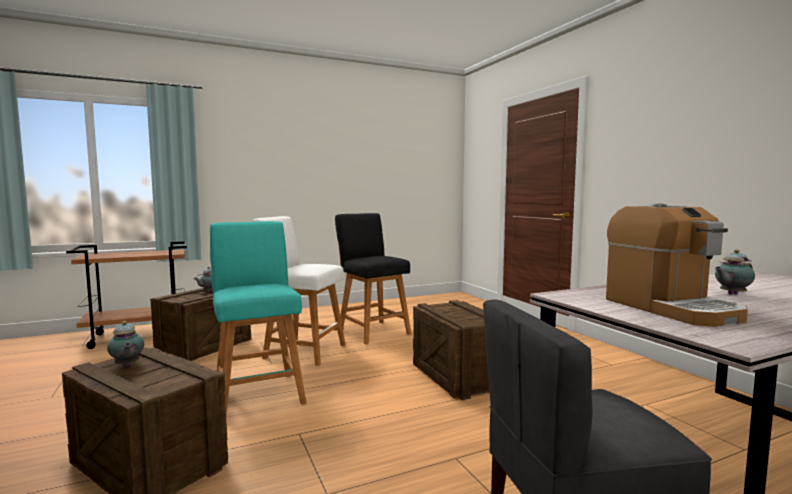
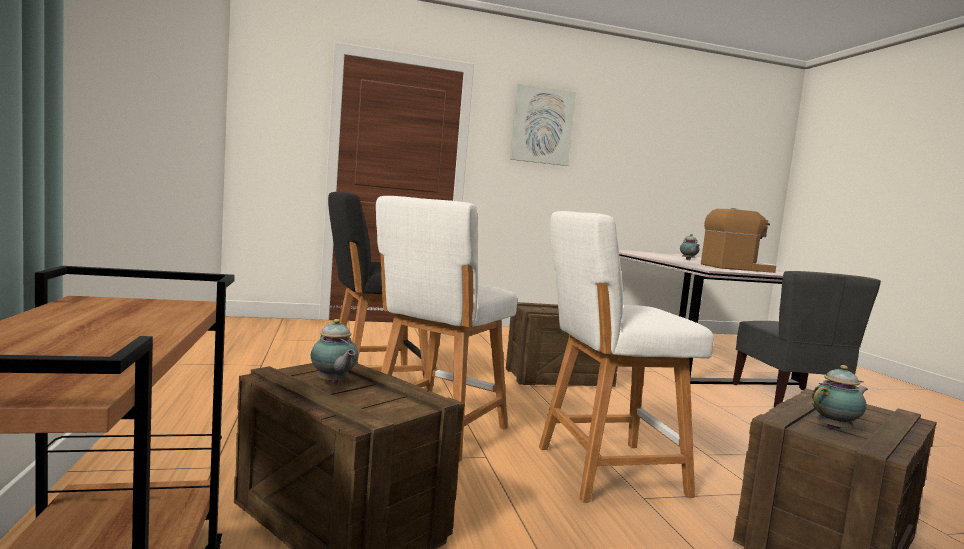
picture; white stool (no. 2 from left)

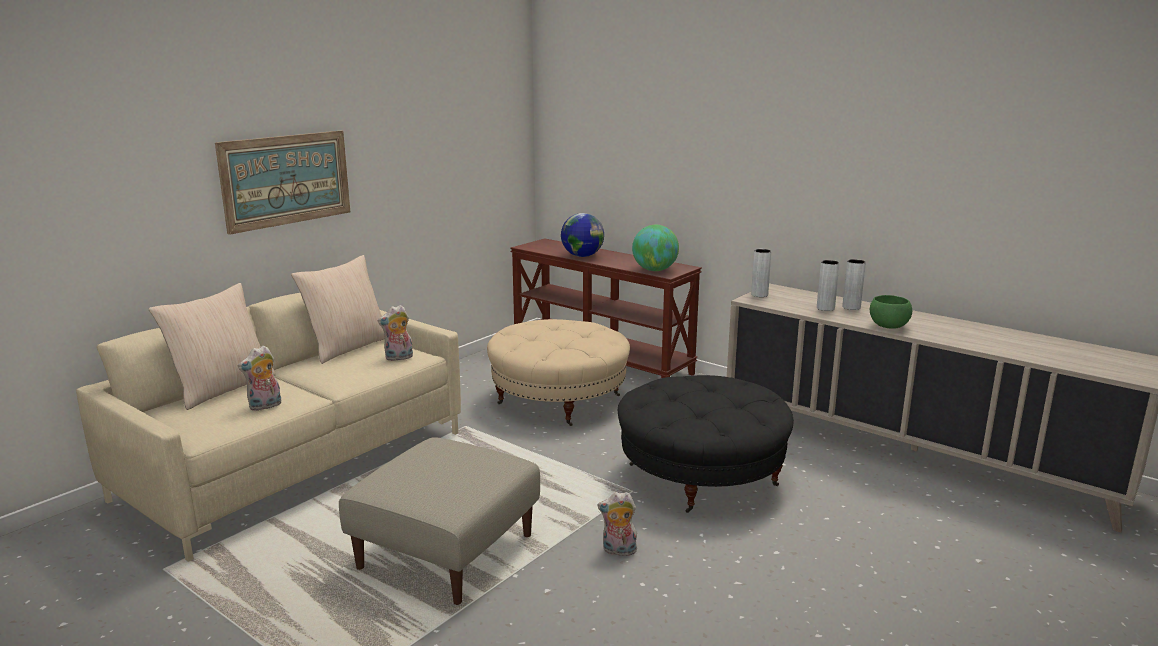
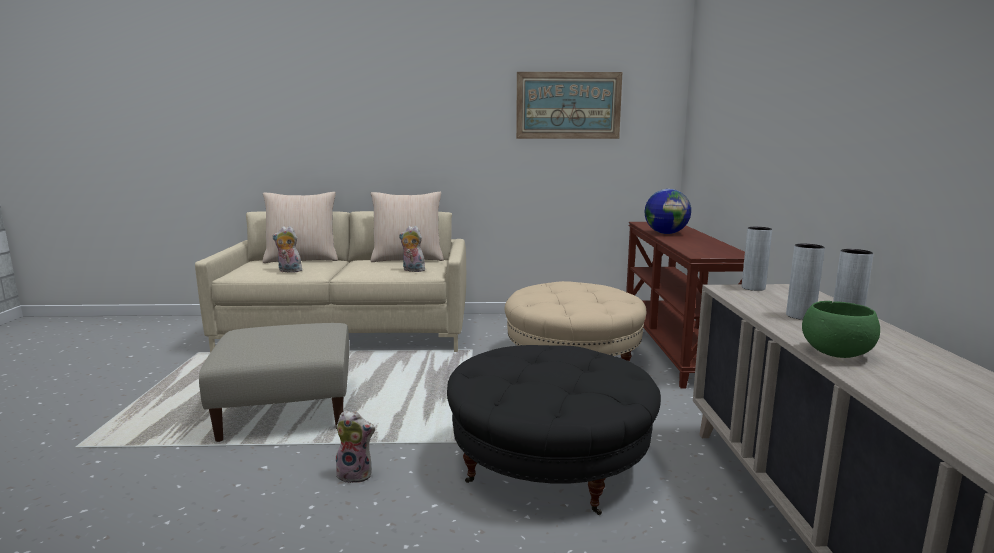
plush toy (no. 2 from left); picture; globe (no. 2 from left in the first image)

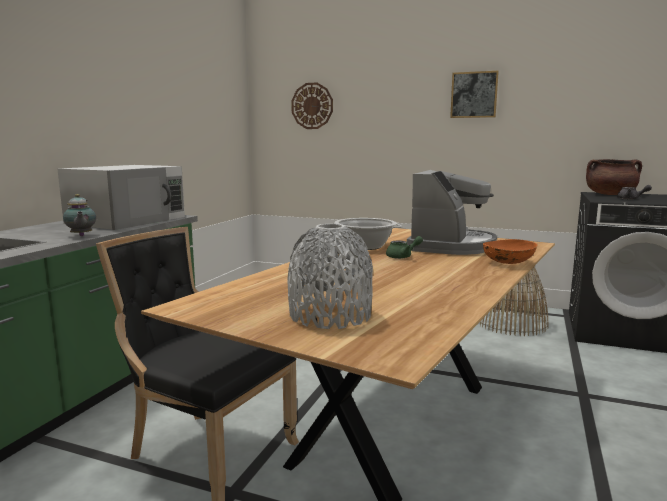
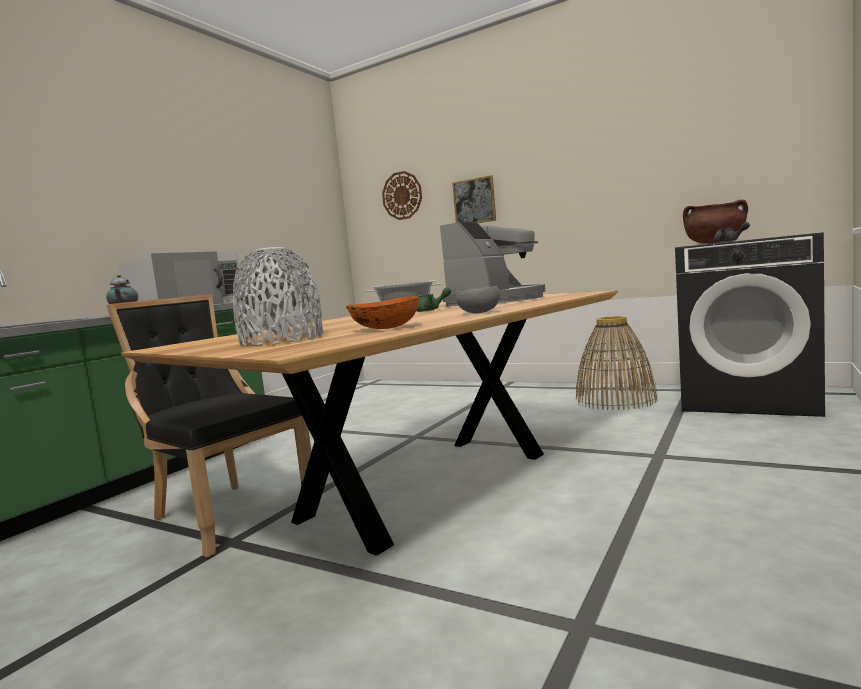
orange bowl; picture; grey bowl

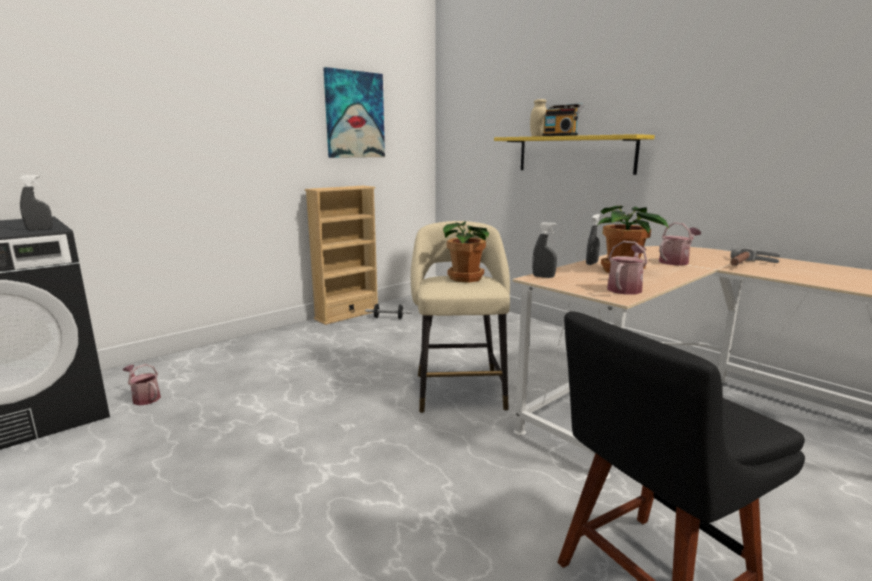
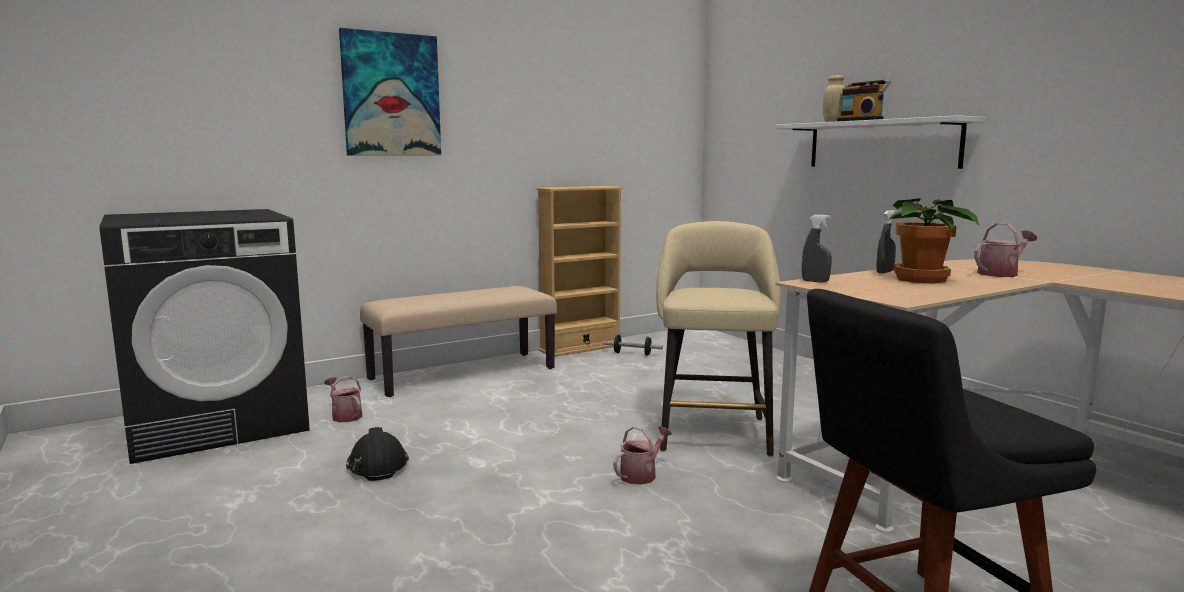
picture; black hard hat; beige bench; watering can (no. 2 from left); white shelf; grey spray bottle (no. 1 from left in the first image); potted plant (no. 1 from left in the first image); hammer

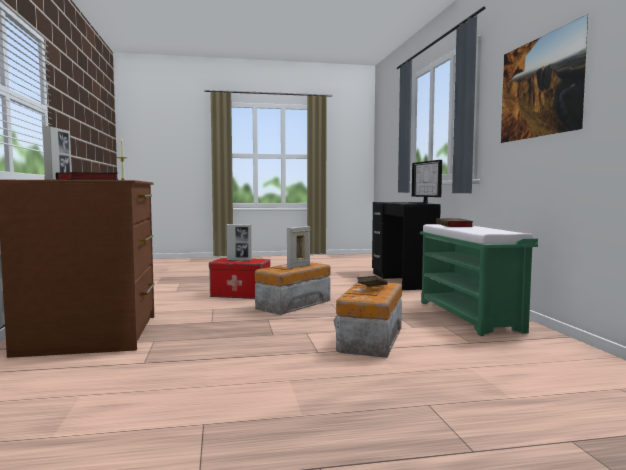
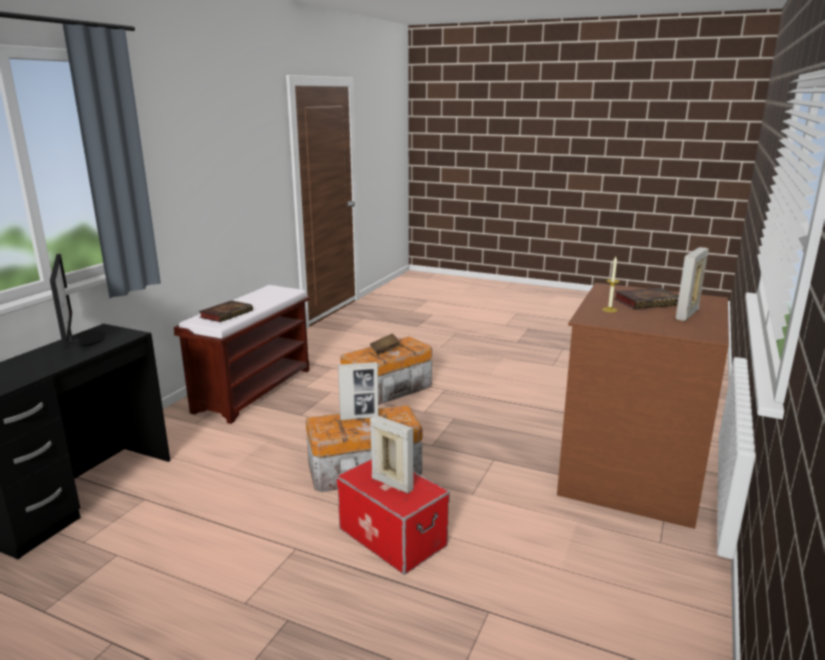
monitor; brown bench; picture

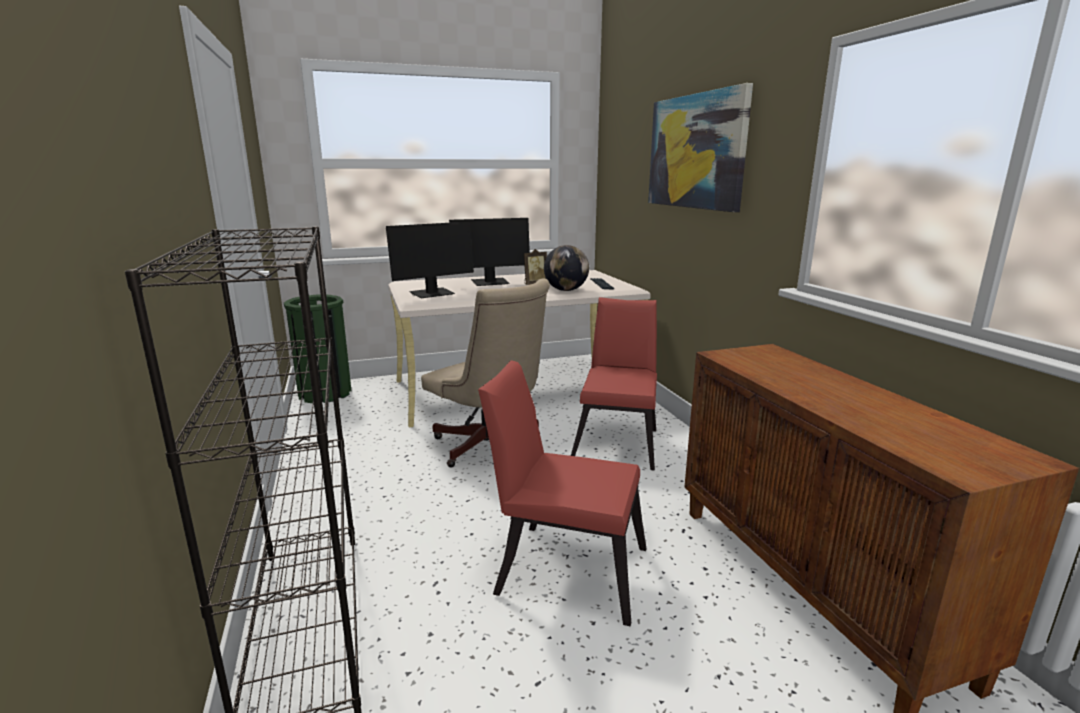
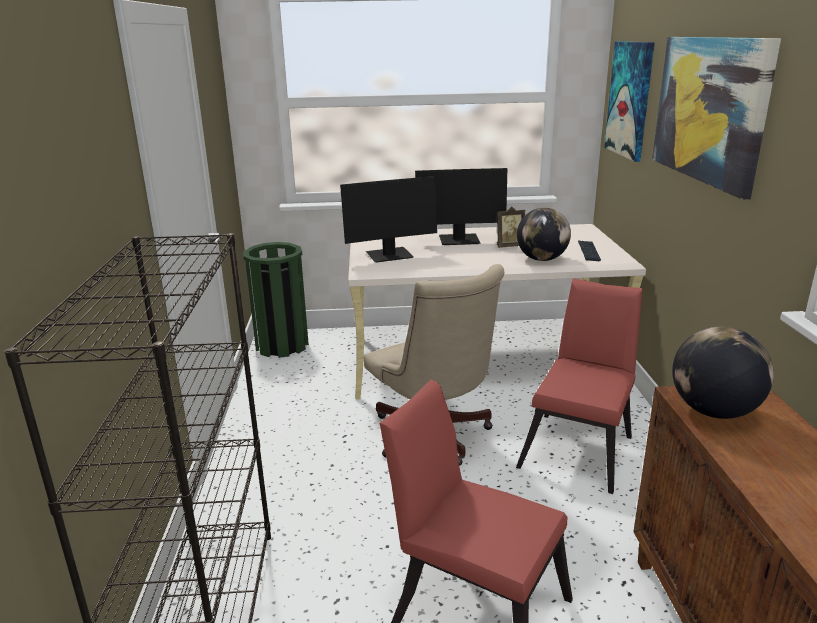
picture (no. 1 from left); globe (no. 2 from left)

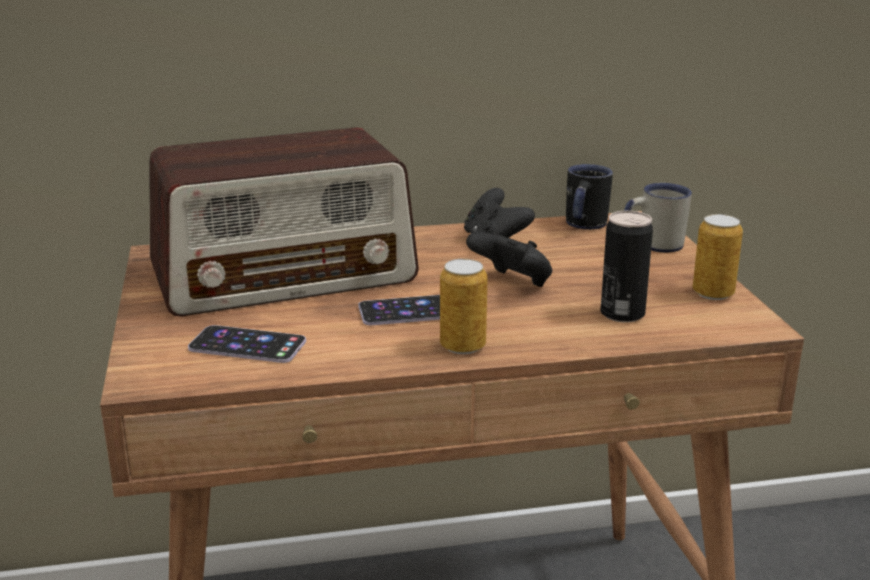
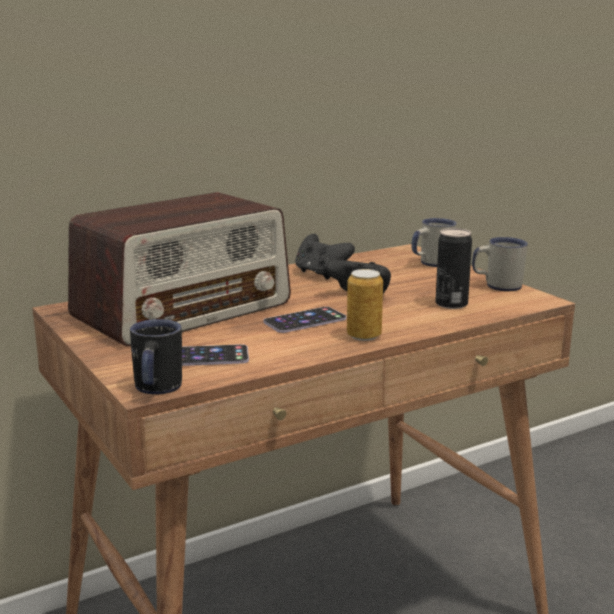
black mug; white mug (no. 2 from left)

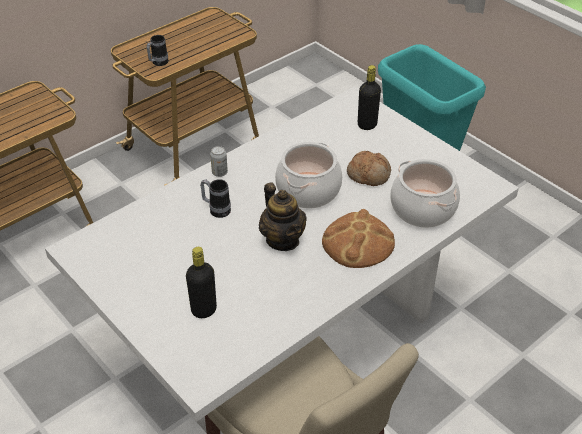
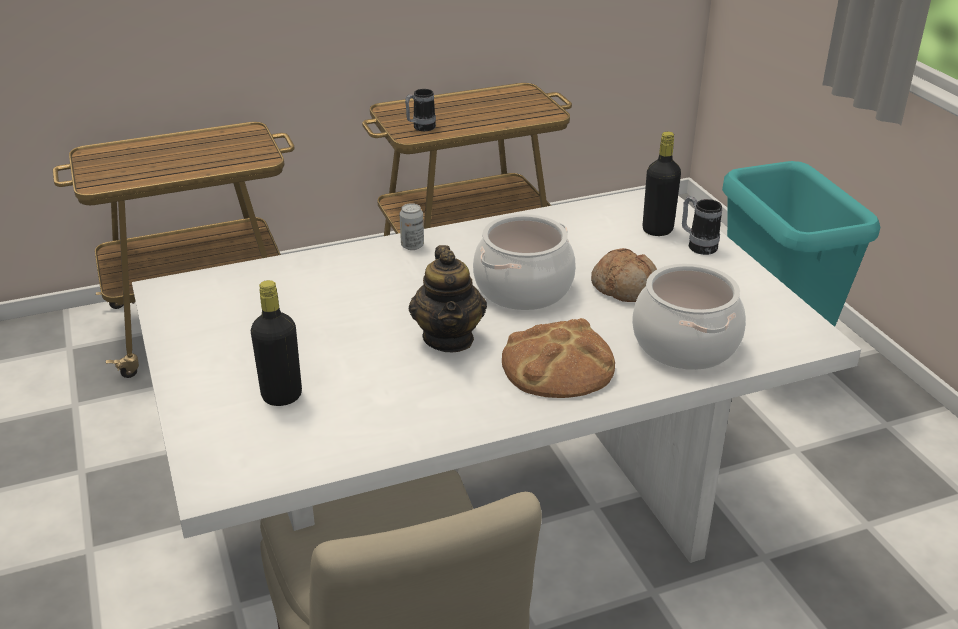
mug (no. 2 from left)

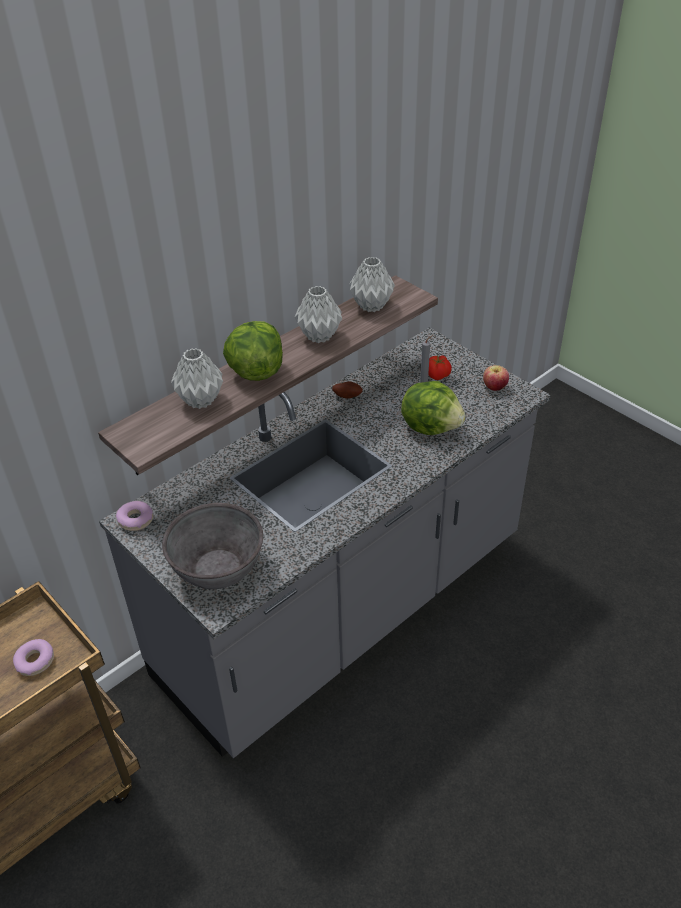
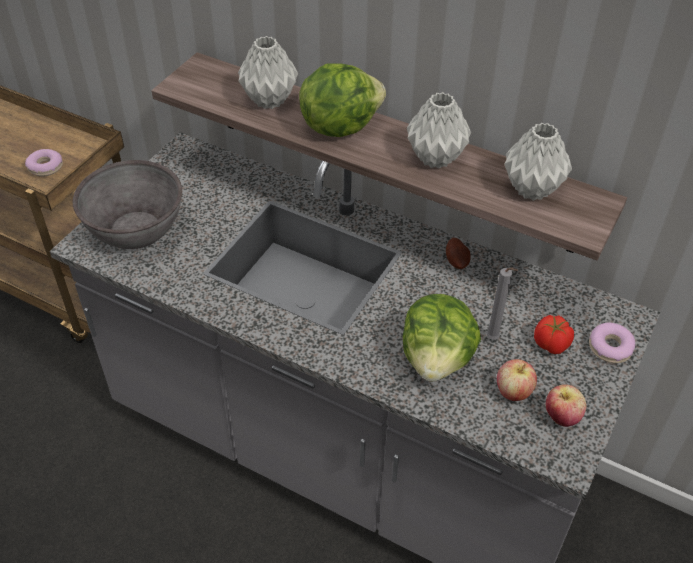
apple (no. 1 from left); donut (no. 2 from left)

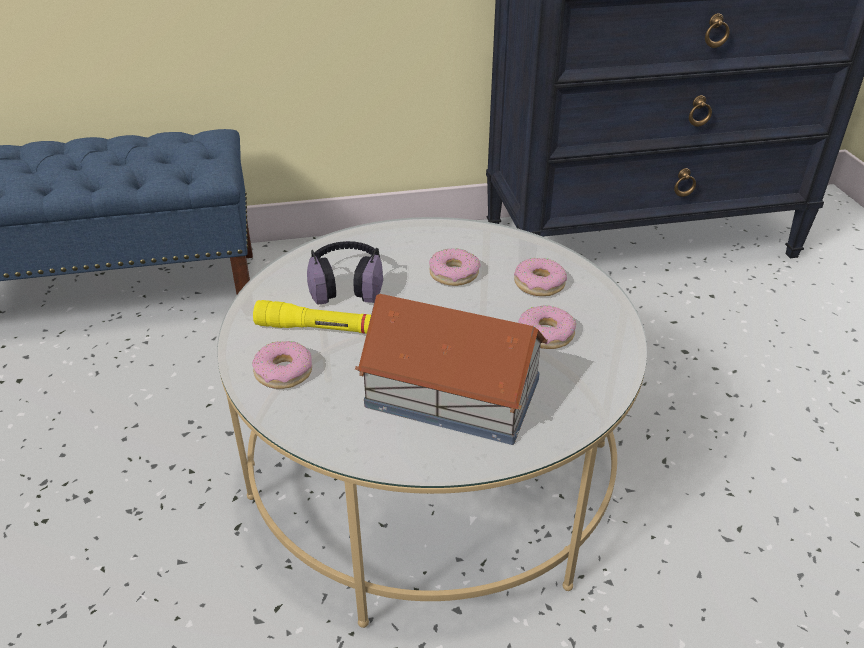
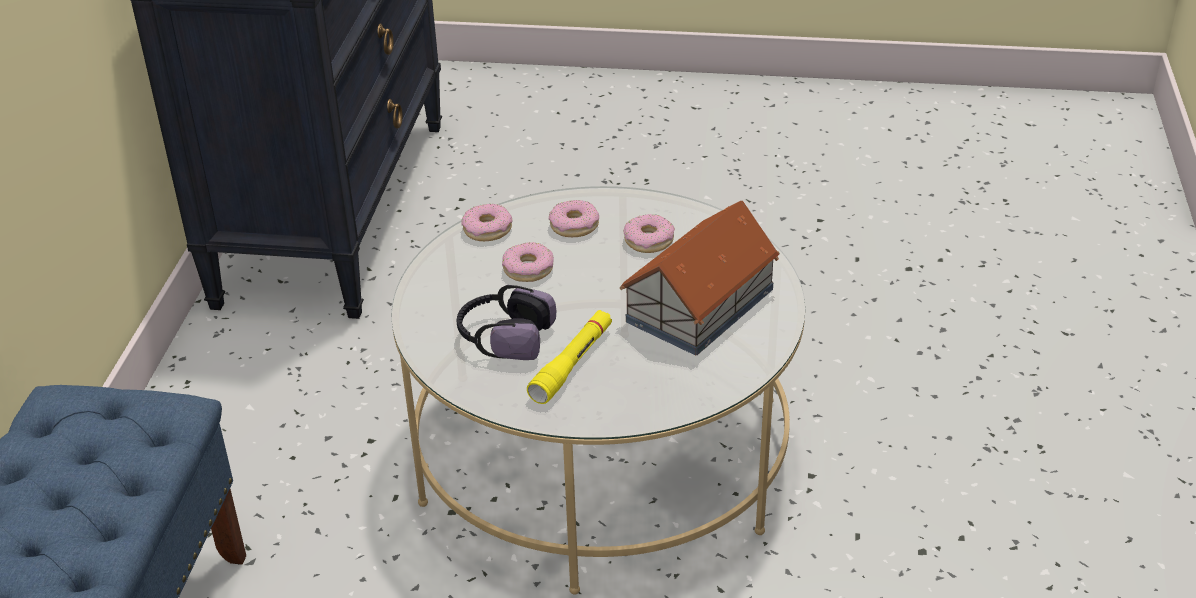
donut (no. 1 from left)

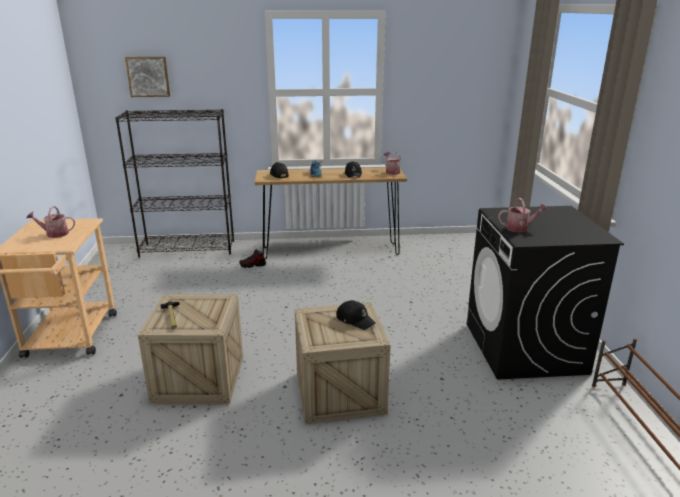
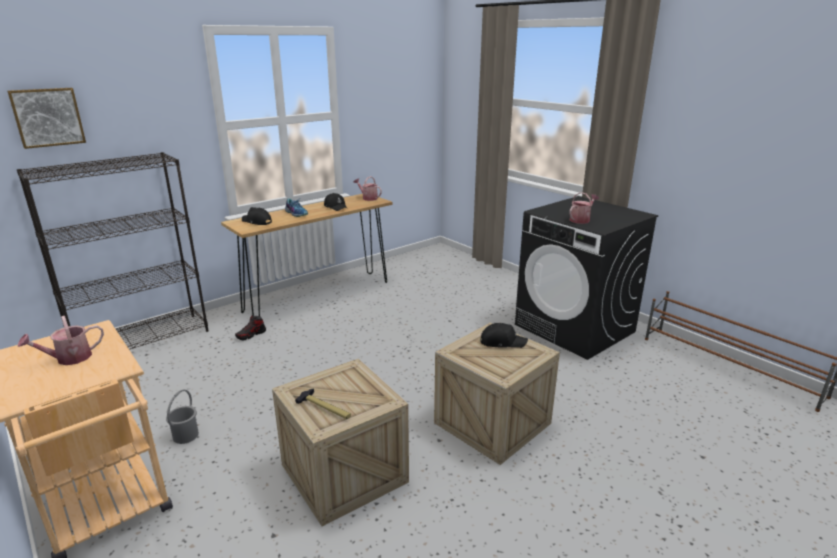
grey bucket

